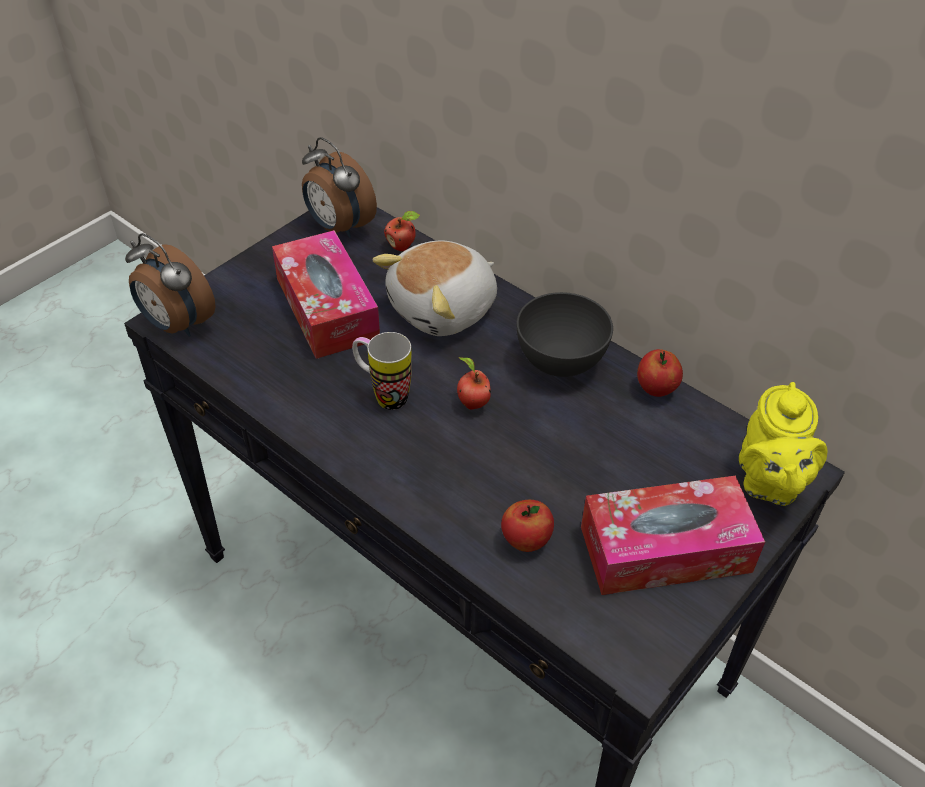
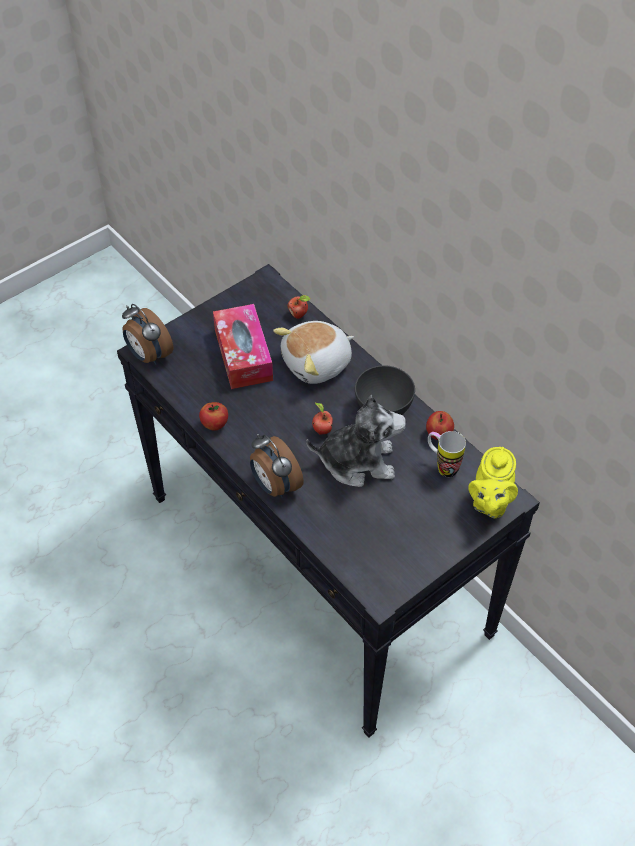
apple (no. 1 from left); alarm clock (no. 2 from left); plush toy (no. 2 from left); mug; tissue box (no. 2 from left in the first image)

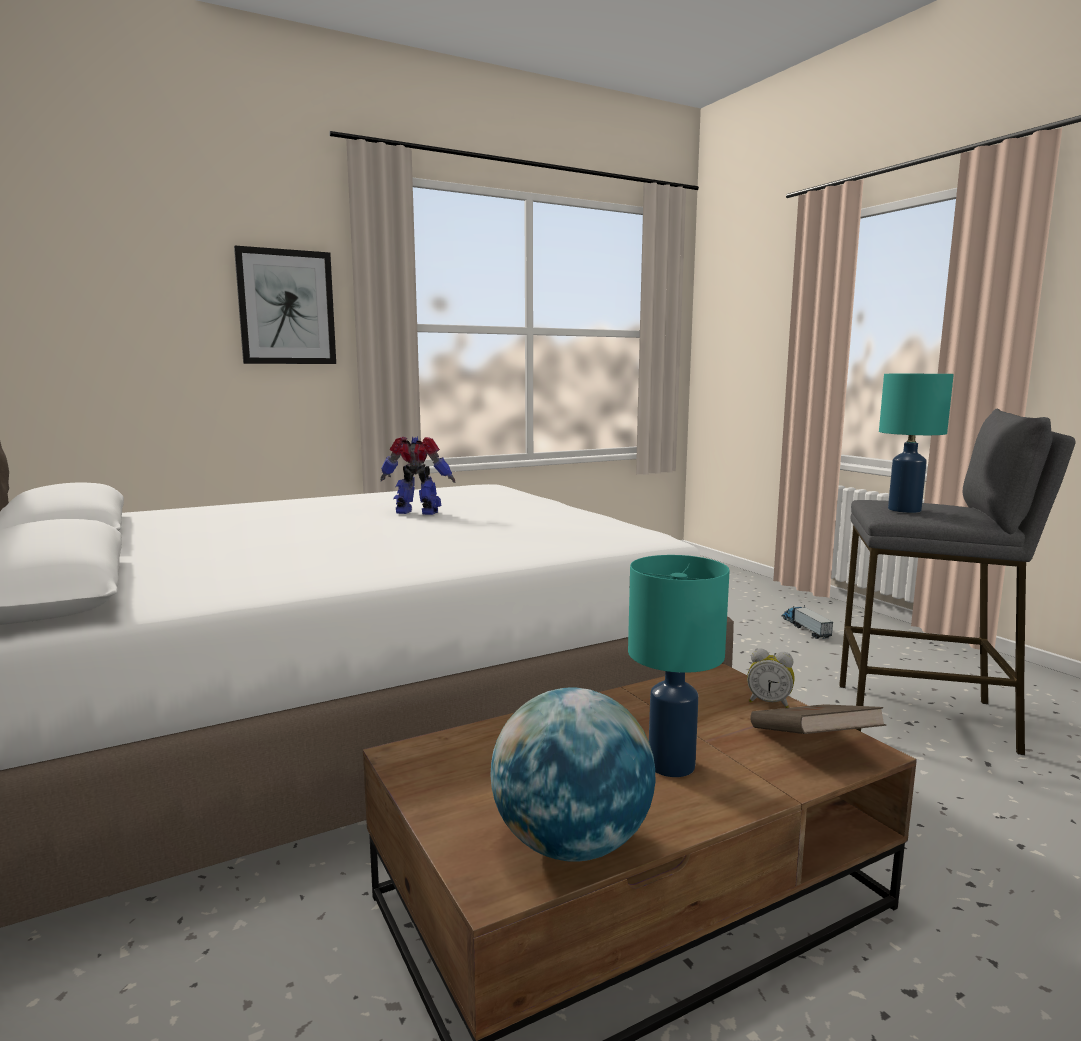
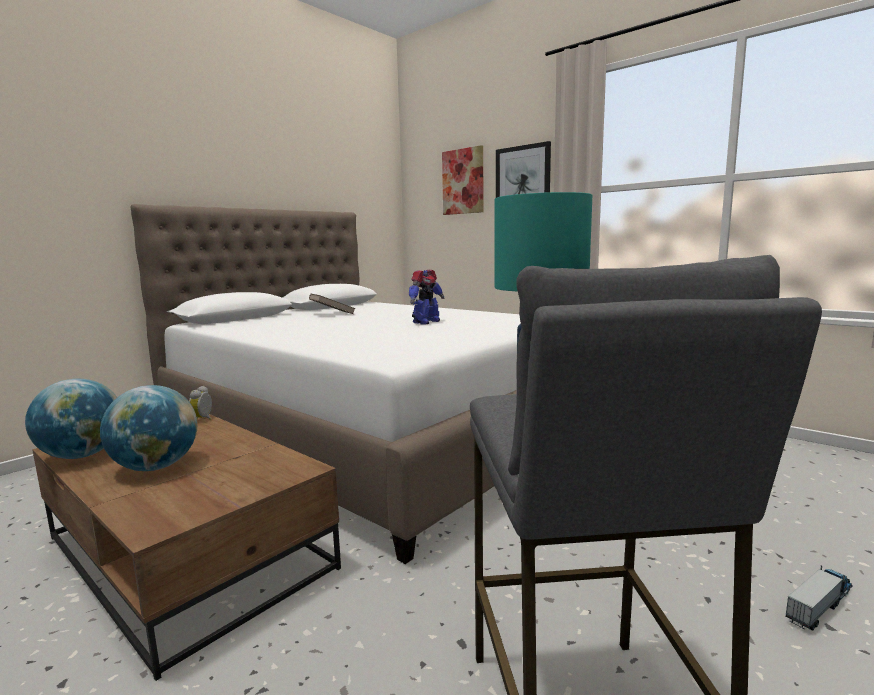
globe (no. 2 from left); alarm clock; brown book; toy robot; picture (no. 1 from left)

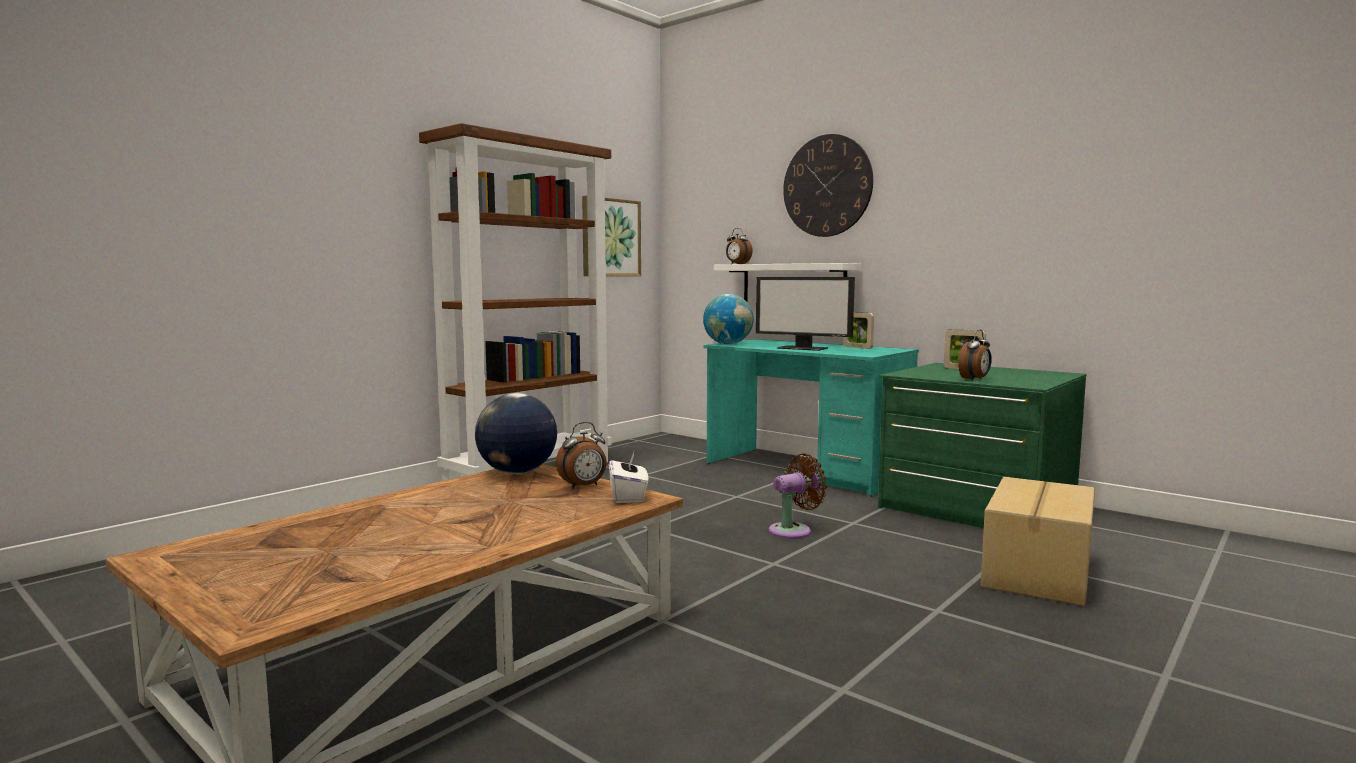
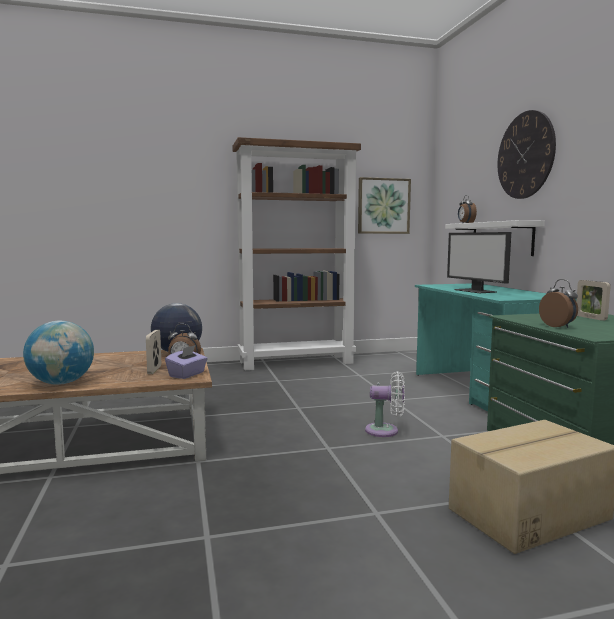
globe (no. 1 from left); picture frame (no. 1 from left); purple tissue box; white fan; alarm clock (no. 3 from left)

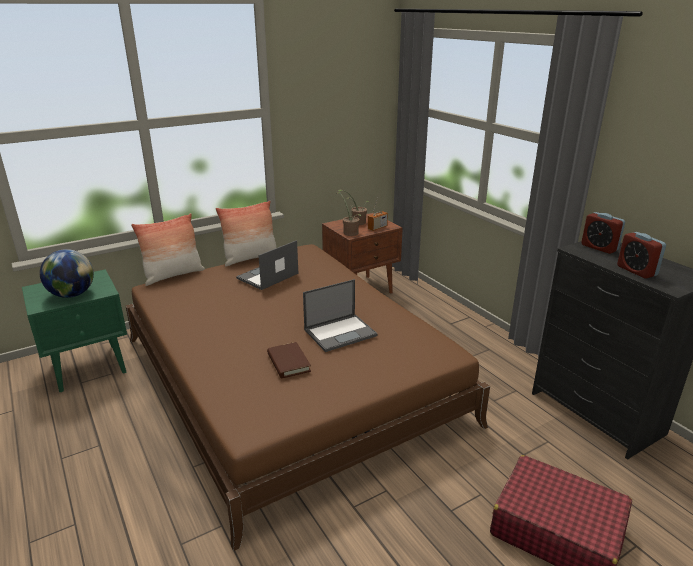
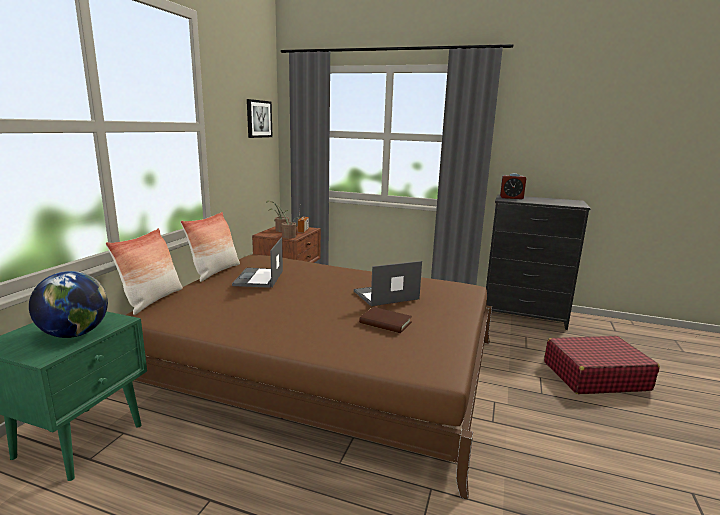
picture; laptop (no. 2 from left); alarm clock (no. 2 from left in the first image)

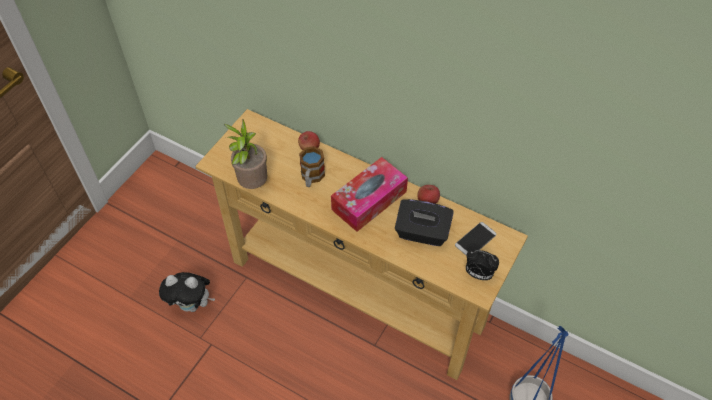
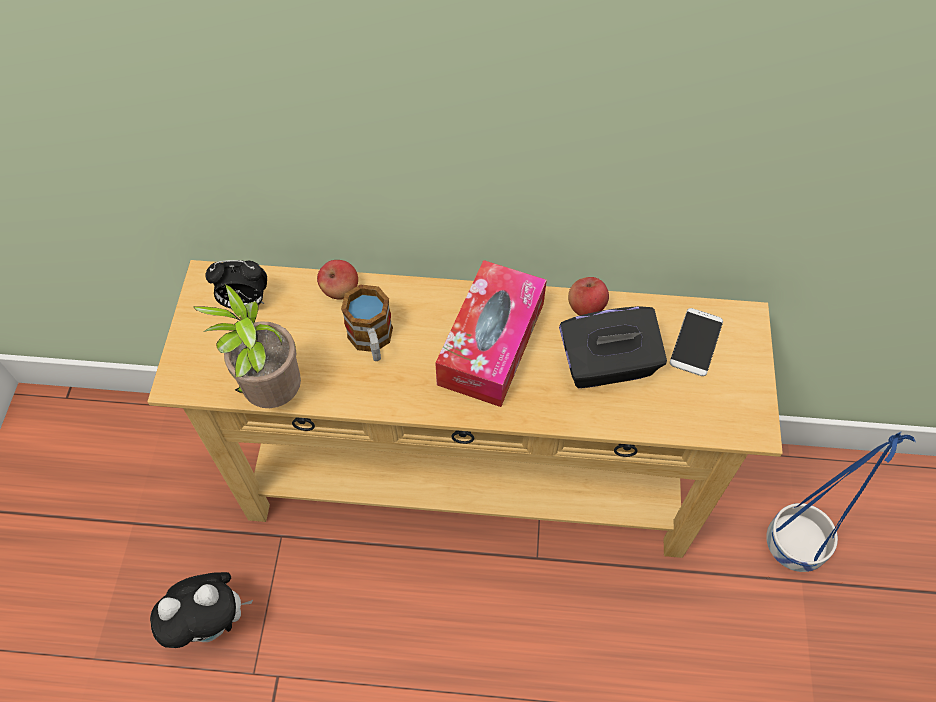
alarm clock

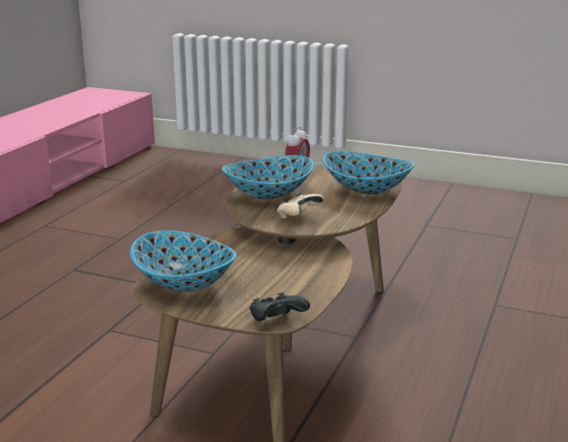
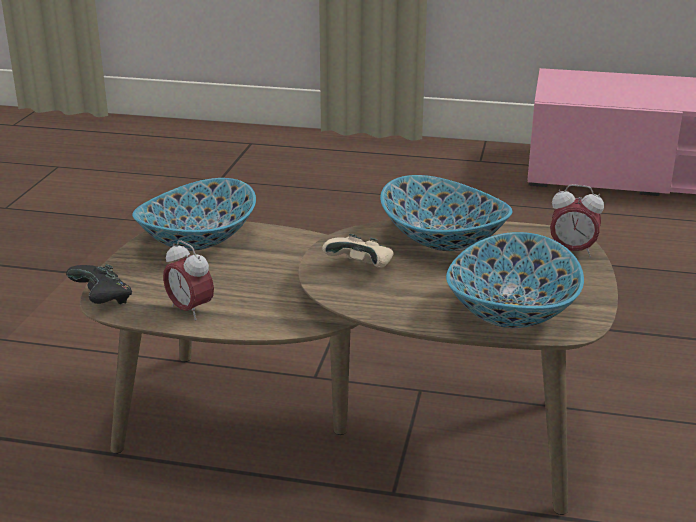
alarm clock (no. 1 from left)

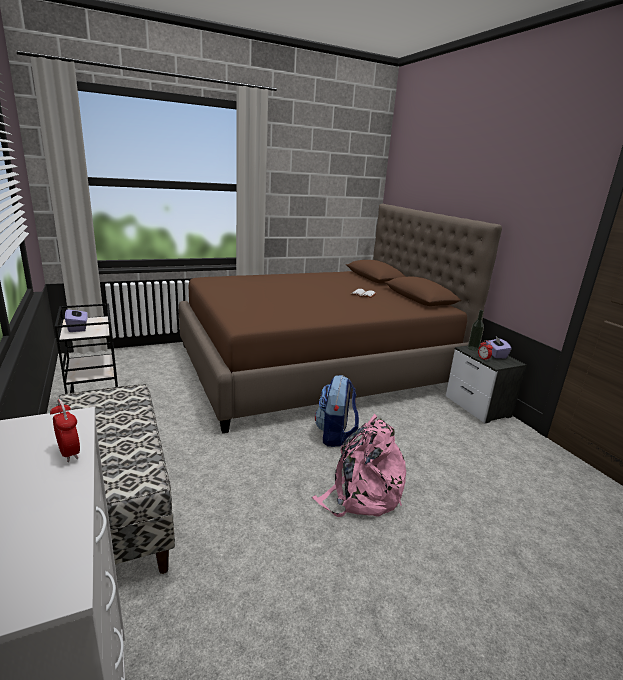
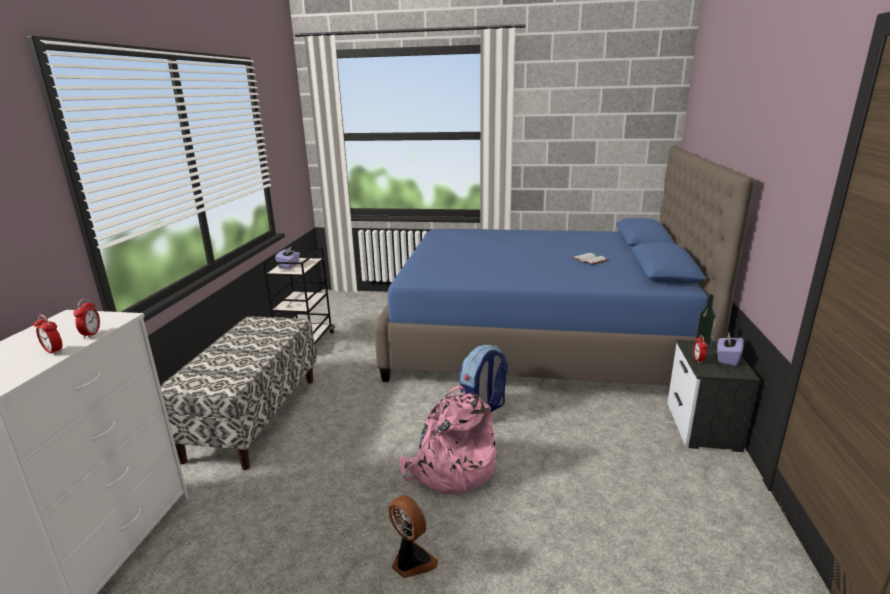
alarm clock (no. 1 from left); blue bed; fan

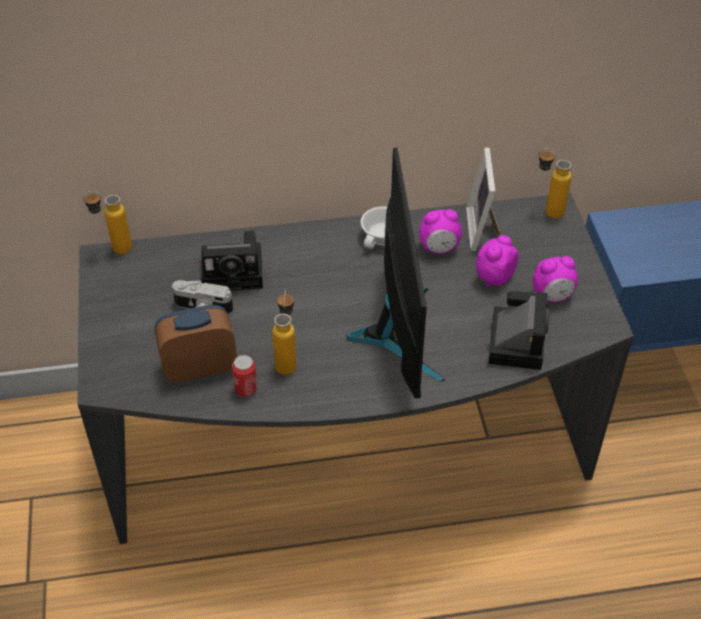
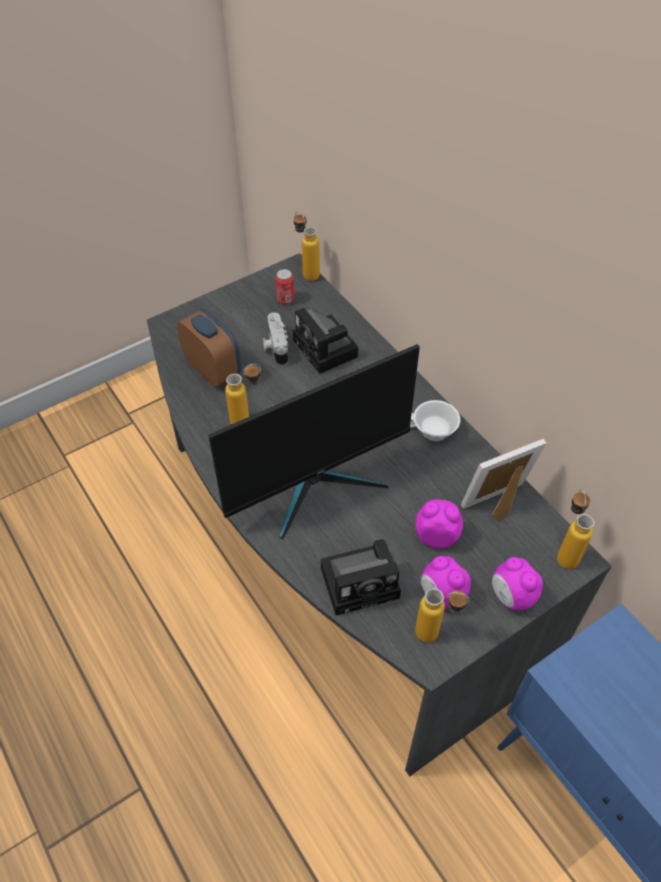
can; bottle (no. 3 from left); alarm clock (no. 4 from left)

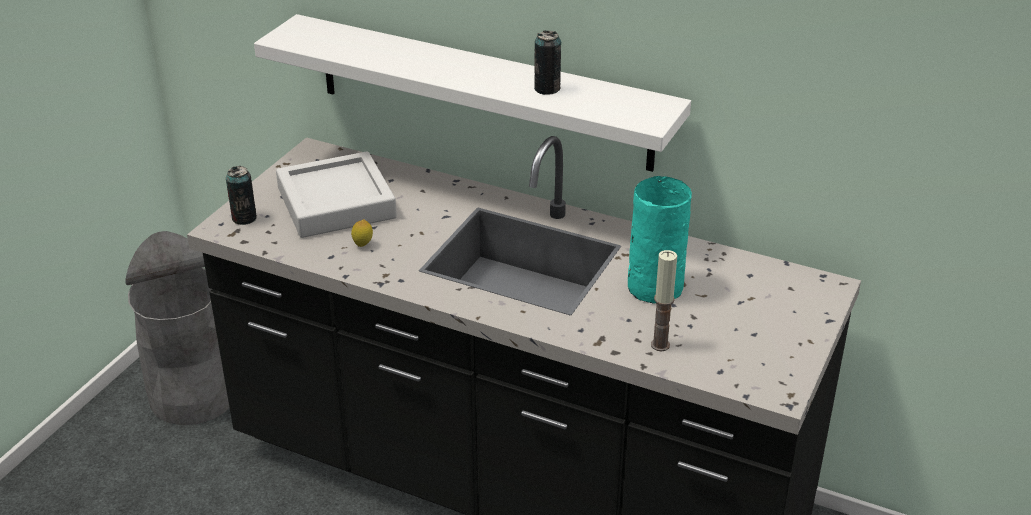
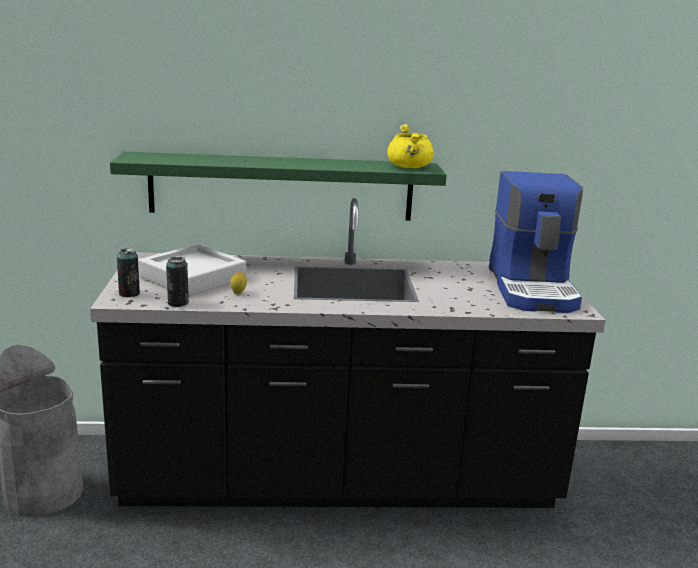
green shelf; can (no. 2 from left); yellow cooking pot; coffee machine; turquoise vase; candle

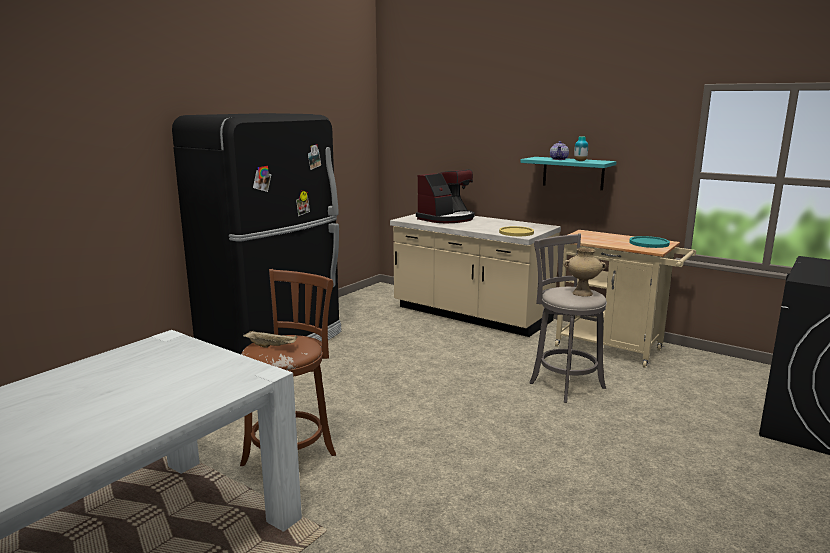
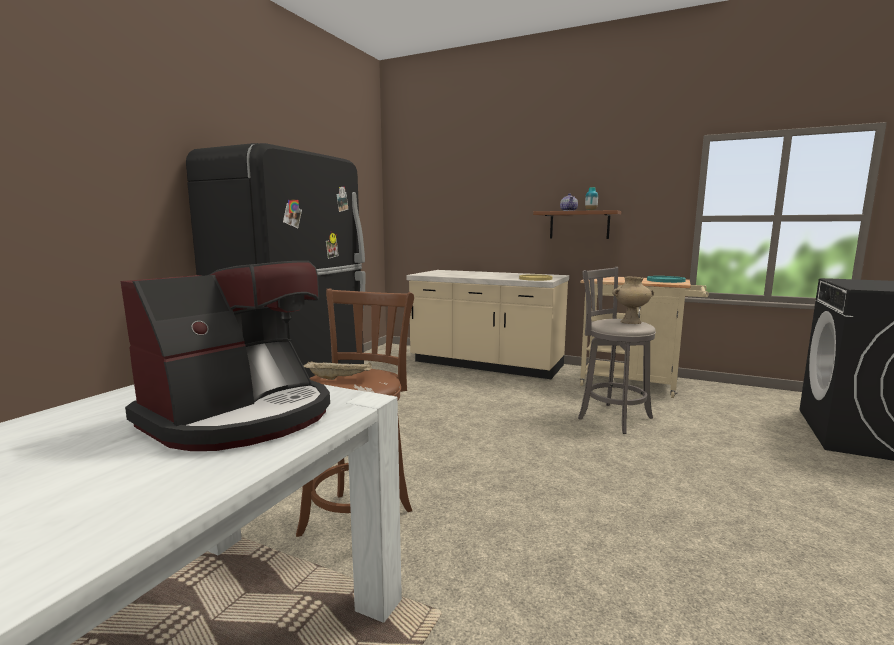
coffee machine; brown shelf

